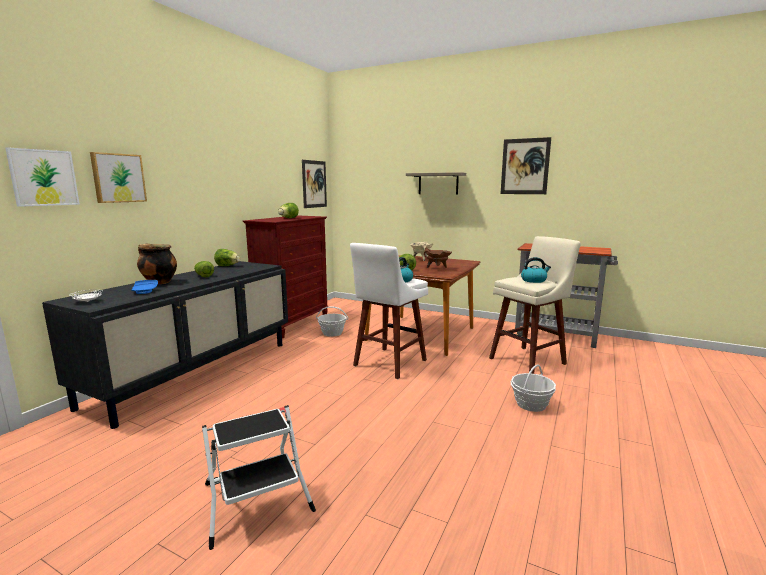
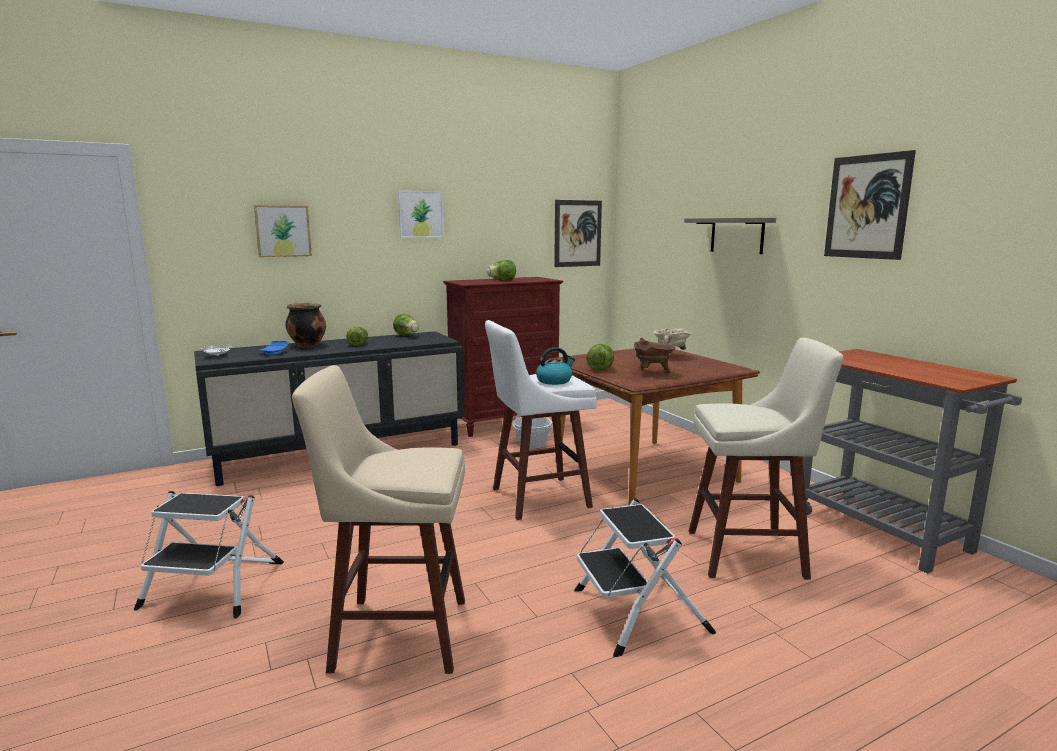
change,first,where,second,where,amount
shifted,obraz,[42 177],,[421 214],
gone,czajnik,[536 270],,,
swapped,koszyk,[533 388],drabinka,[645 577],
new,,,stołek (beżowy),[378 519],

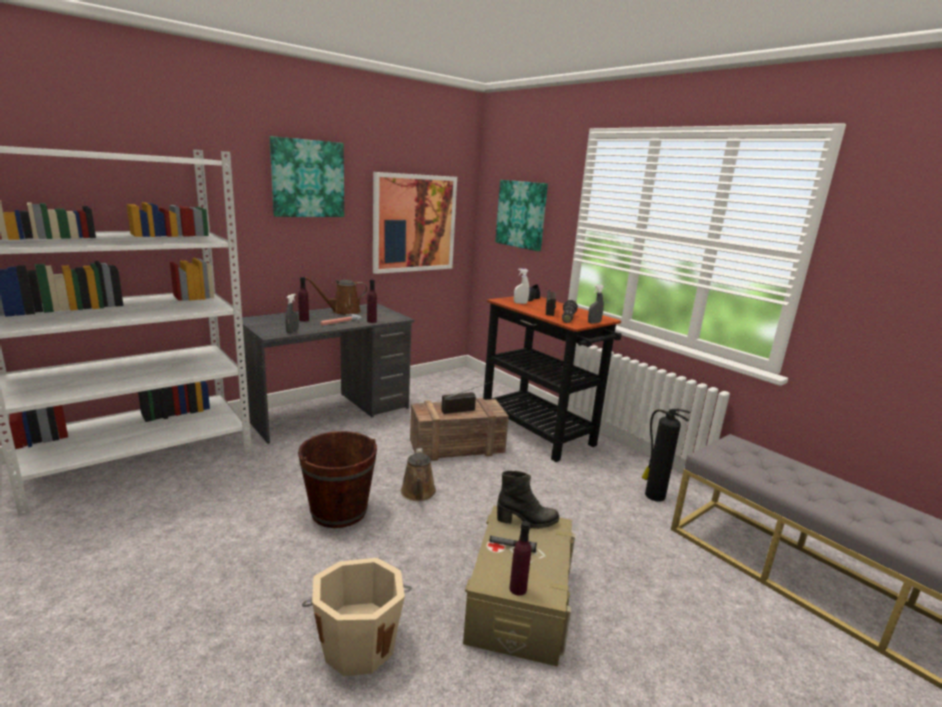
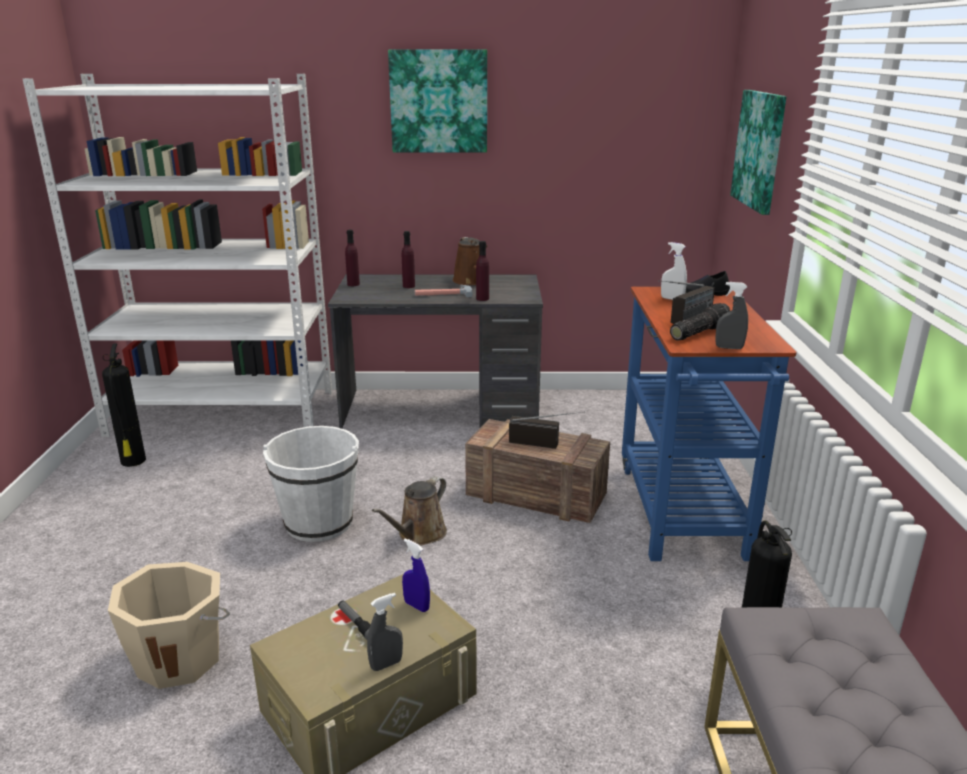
change,first,where,second,where,amount
gone,obraz,[415 223],,,
rotated,konewka (brązowy),[336 295],,[470 261],120 degrees counterclockwise
shifted,spryskiwacz (szary),[292 314],,[385 632],
repainted,wózek (czarny),[552 379],wózek (niebieski),[709 424],
repainted,wiadro (brązowy),[337 479],wiadro (biały),[311 484],
swapped,but z cholewką (czarny),[528 500],spryskiwacz (niebieski),[416 575],
shifted,butelka (fioletowy),[520 558],,[352 258],
new,,,gaśnica,[124 405],

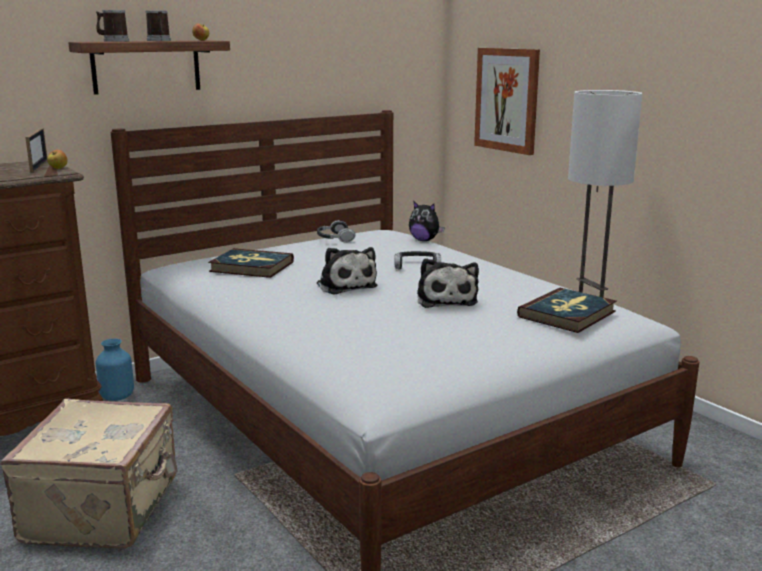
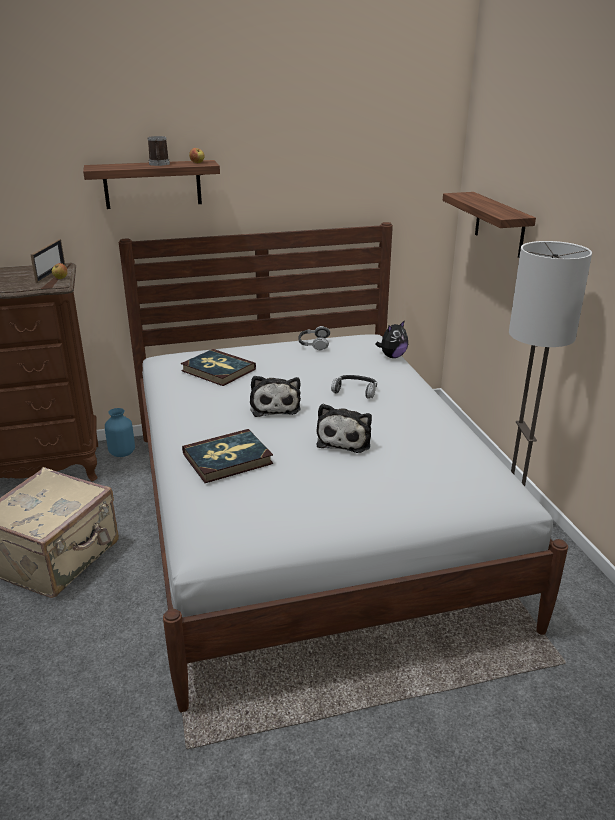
change,first,where,second,where,amount
gone,kubek,[112 26],,,
swapped,obraz,[507 101],półka,[489 225],
rotated,pluszak,[427 221],,[391 339],90 degrees counterclockwise
shifted,książka,[567 310],,[227 456],

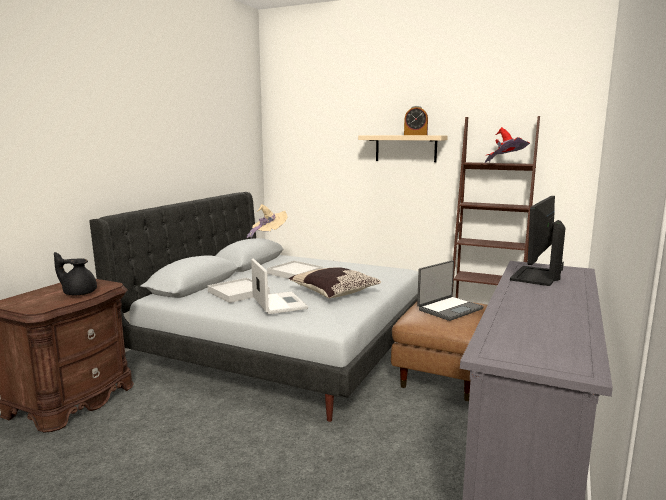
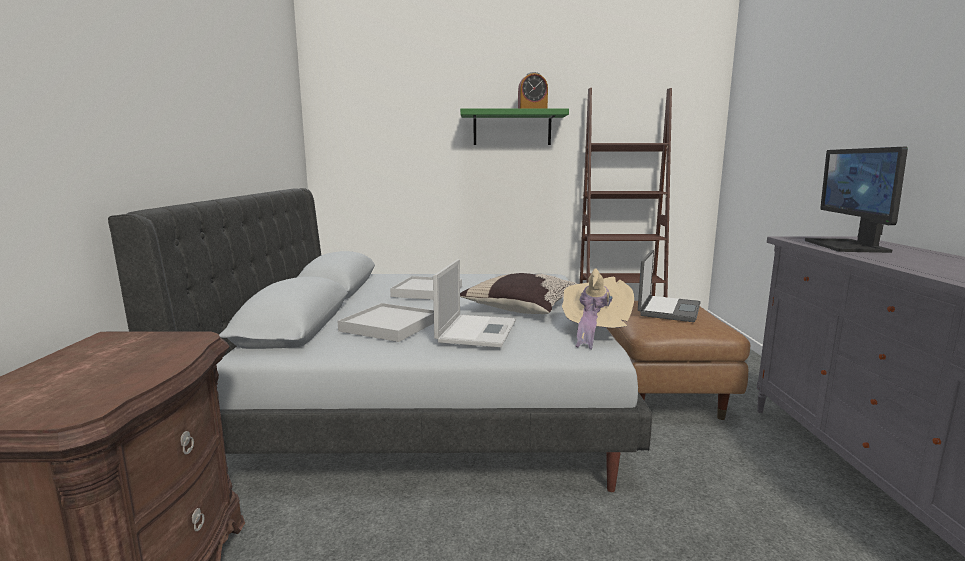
change,first,where,second,where,amount
gone,kapelusz (czerwony),[507 145],,,
repainted,półka (beżowy),[403 148],półka (zielony),[514 126],
shifted,kapelusz (beżowy),[267 221],,[598 308],
gone,imbryk (czarny),[75 274],,,
rotated,laptop,[279 286],,[474 303],60 degrees clockwise

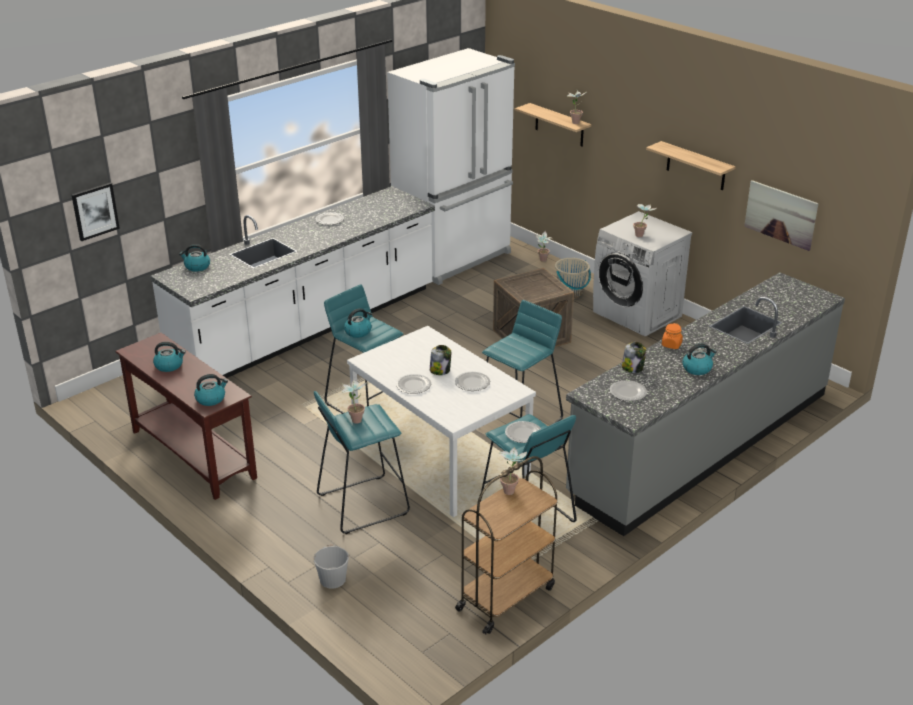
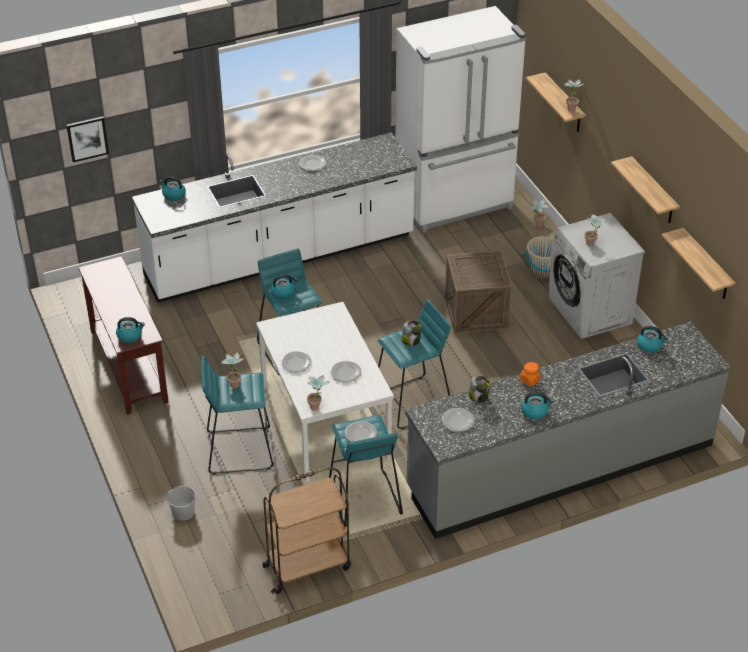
change,first,where,second,where,amount
swapped,obraz,[781 215],półka,[698 263],
shifted,czajnik,[169 357],,[652 339],
shifted,słoik,[440 360],,[411 333],
shifted,roślina doniczkowa,[513 471],,[318 393],

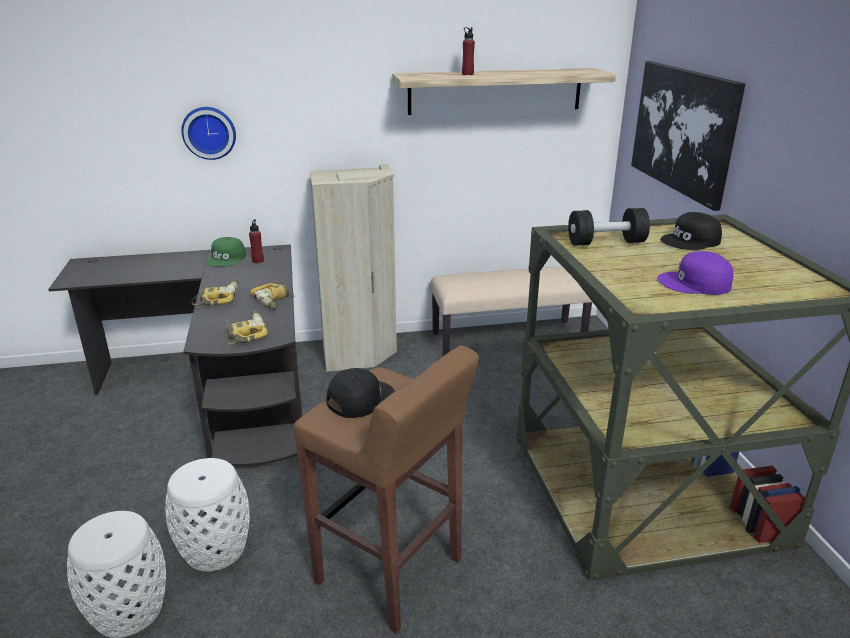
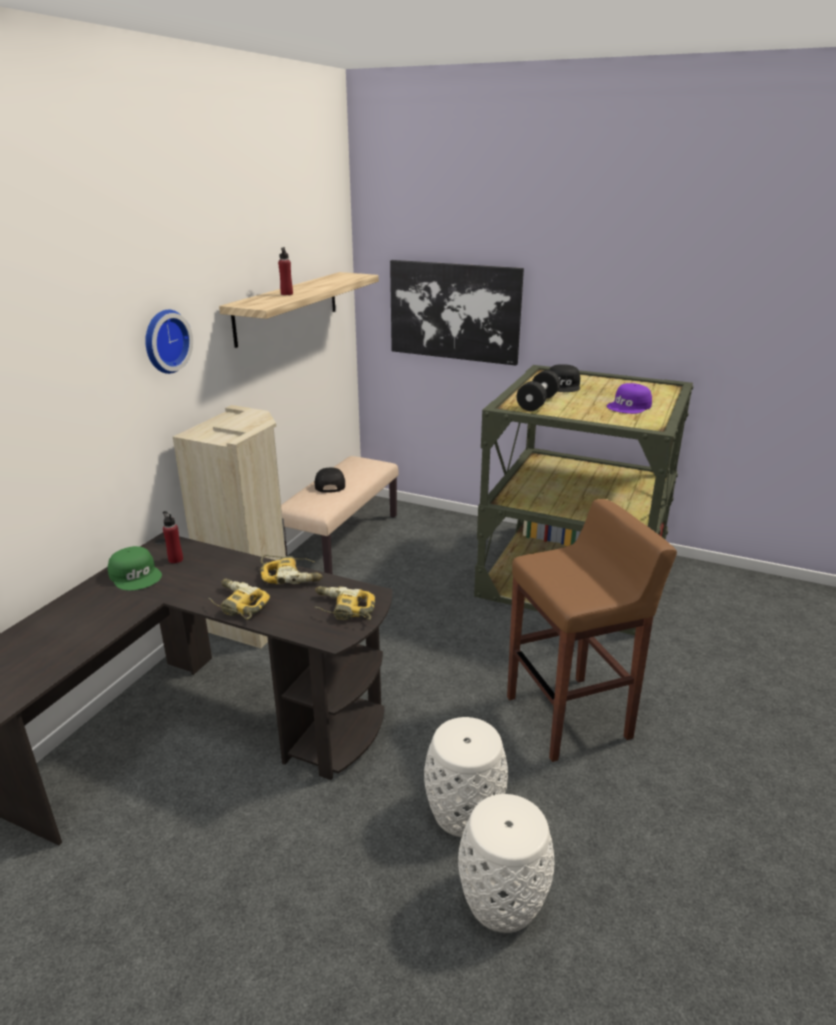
change,first,where,second,where,amount
shifted,zegar ścienny,[208 133],,[169 342],
shifted,czapka z daszkiem (czarny),[360 393],,[330 480],

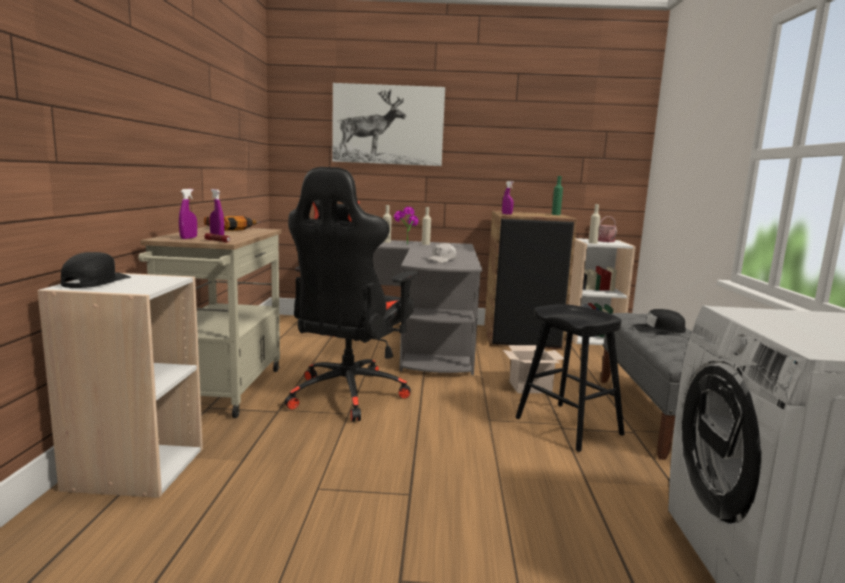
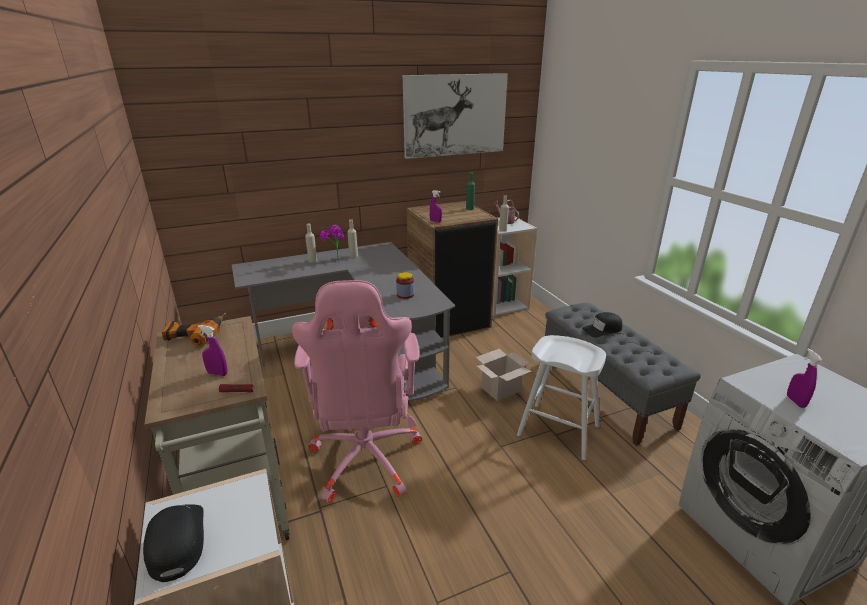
change,first,where,second,where,amount
shifted,obraz,[388 124],,[455 116],
repainted,krzesło biurowe (czarny),[351 294],krzesło biurowe (różowy),[357 391],
shifted,spryskiwacz (fioletowy),[188 214],,[804 378],
swapped,czapka z daszkiem (biały),[441 252],słoik,[405 285],
repainted,stołek (czarny),[570 378],stołek (biały),[561 397],

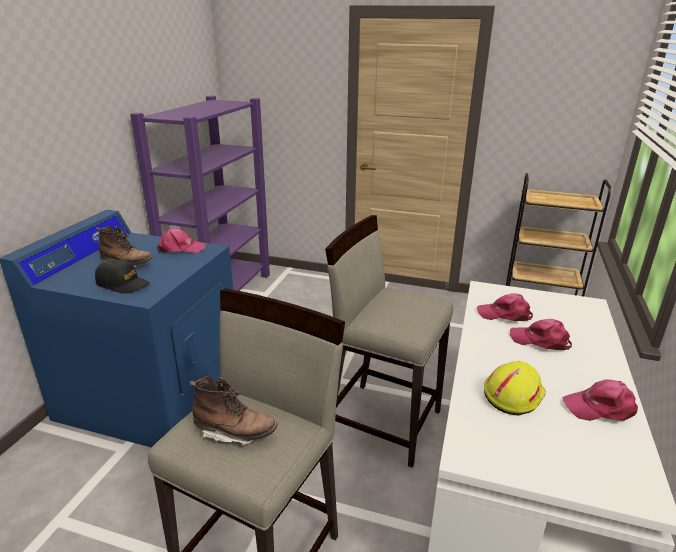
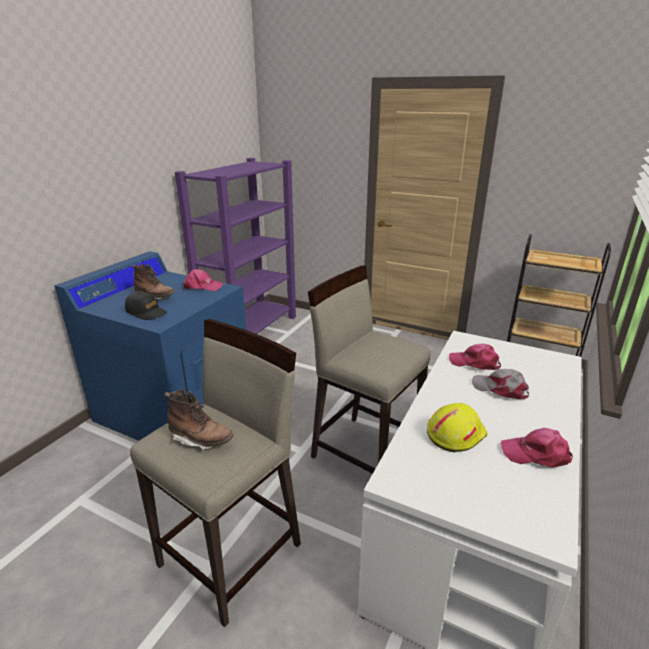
change,first,where,second,where,amount
repainted,czapka z daszkiem (różowy),[541 334],czapka z daszkiem (szary),[500 384],

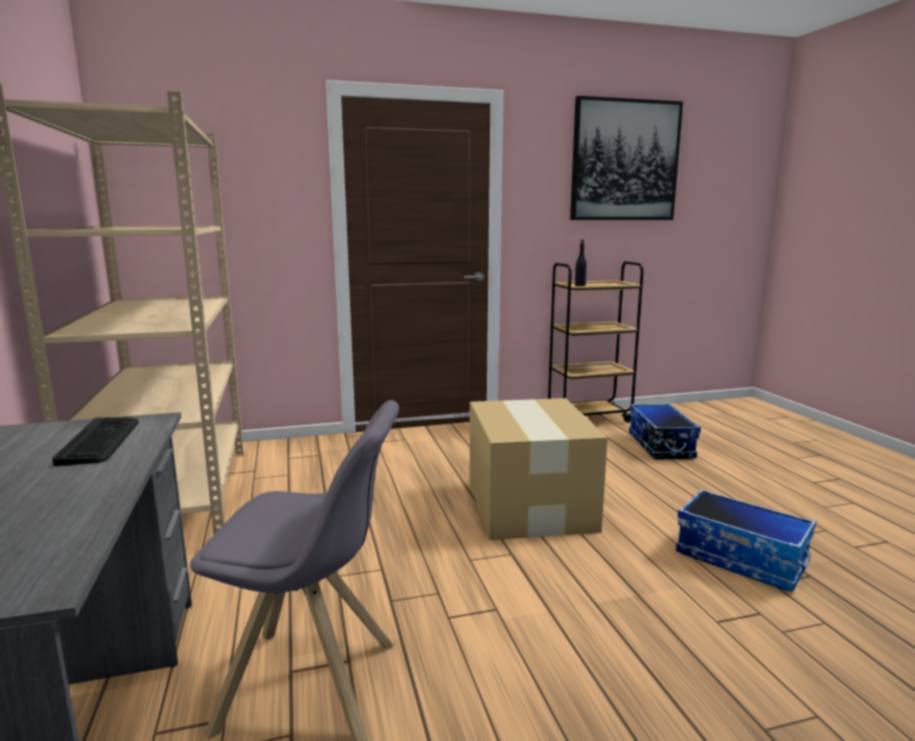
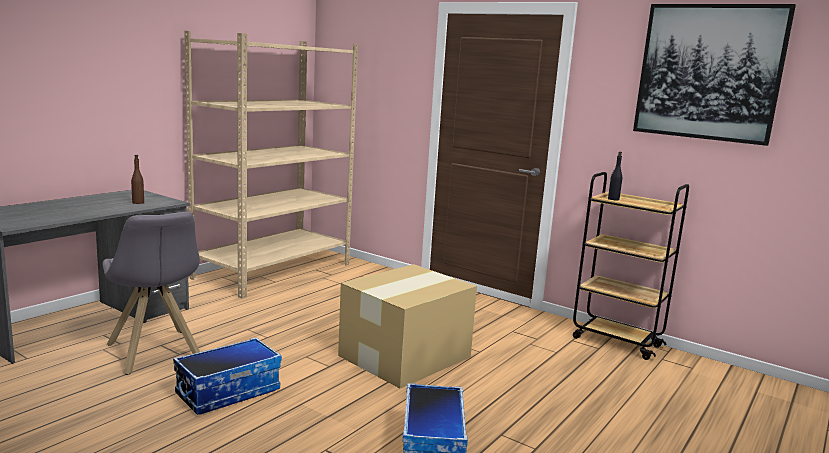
change,first,where,second,where,amount
shifted,pojemnik do przechowywania,[665 432],,[227 376],
swapped,klawiatura,[95 441],butelka (brązowy),[137 179],

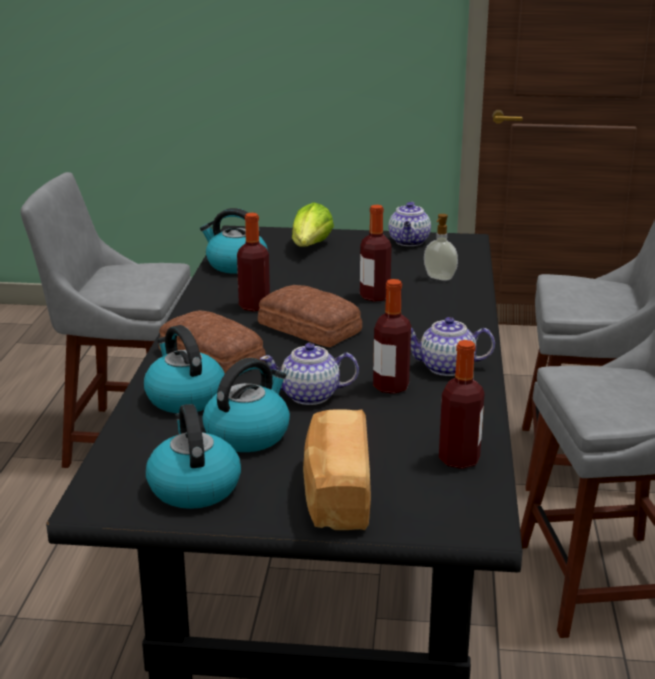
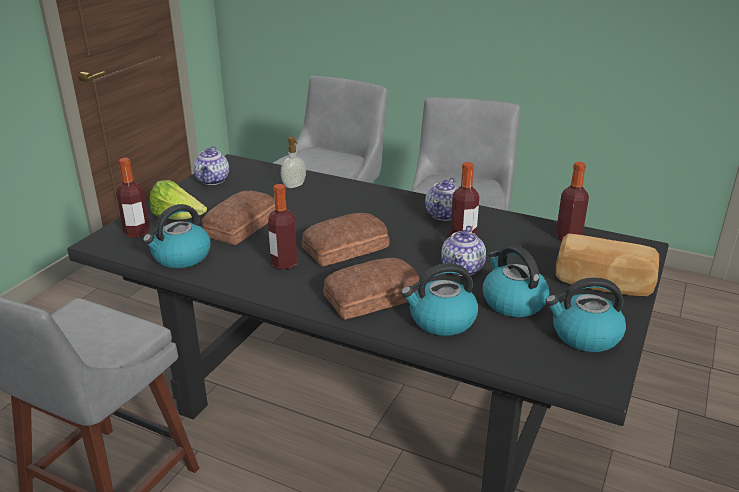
change,first,where,second,where,amount
rotated,imbryk,[409 224],,[211 165],60 degrees clockwise
shifted,butelka,[376 253],,[133 198],
new,,,chleb,[238 218],

